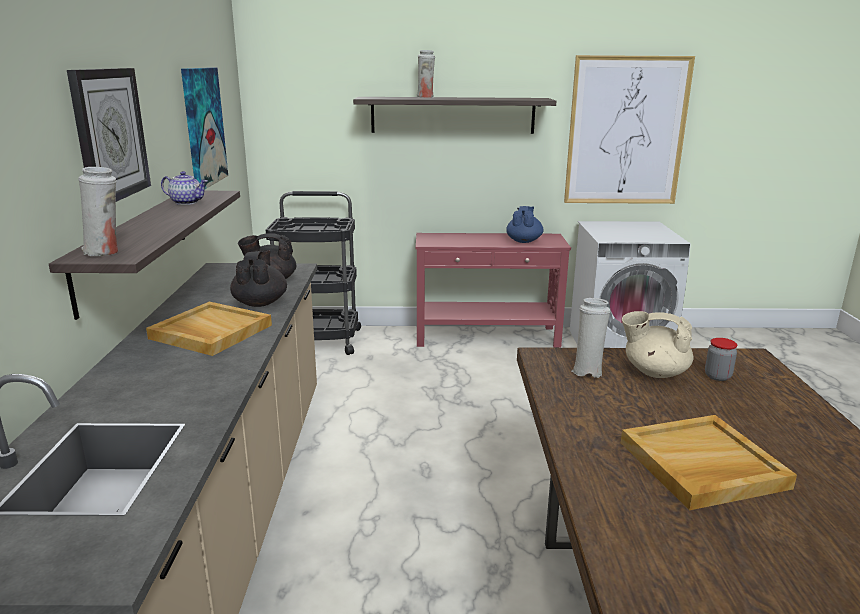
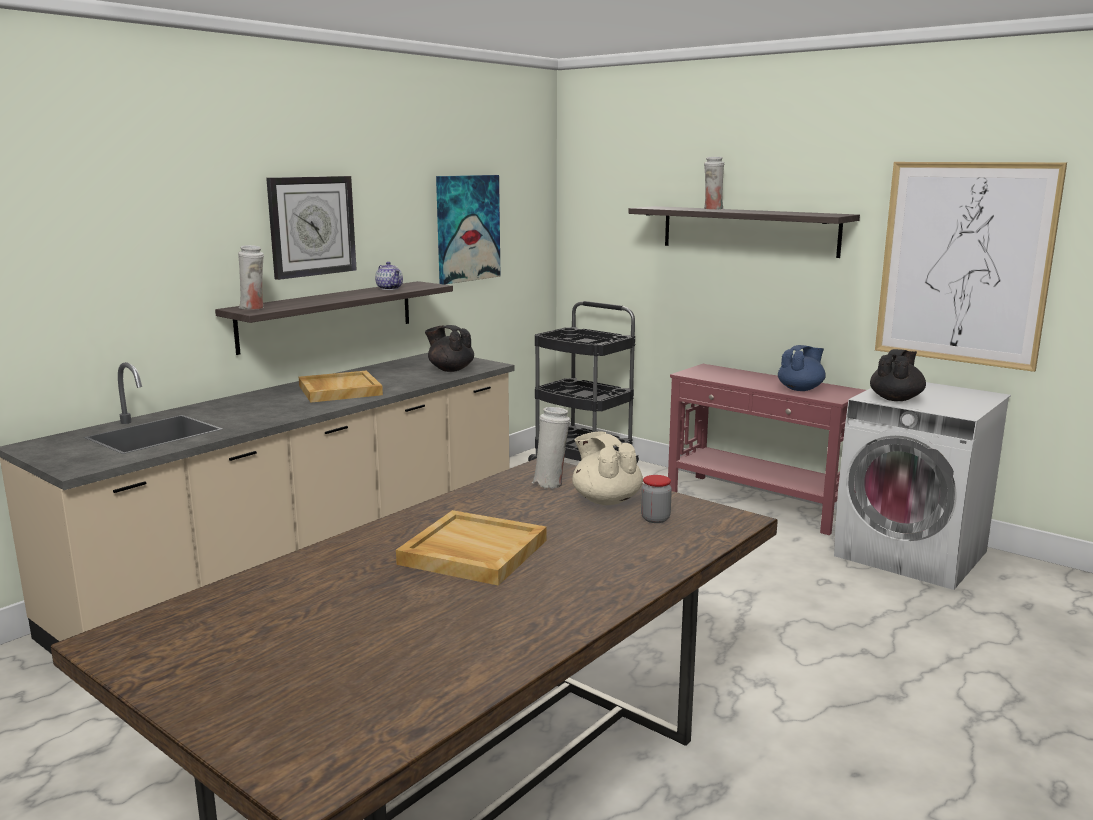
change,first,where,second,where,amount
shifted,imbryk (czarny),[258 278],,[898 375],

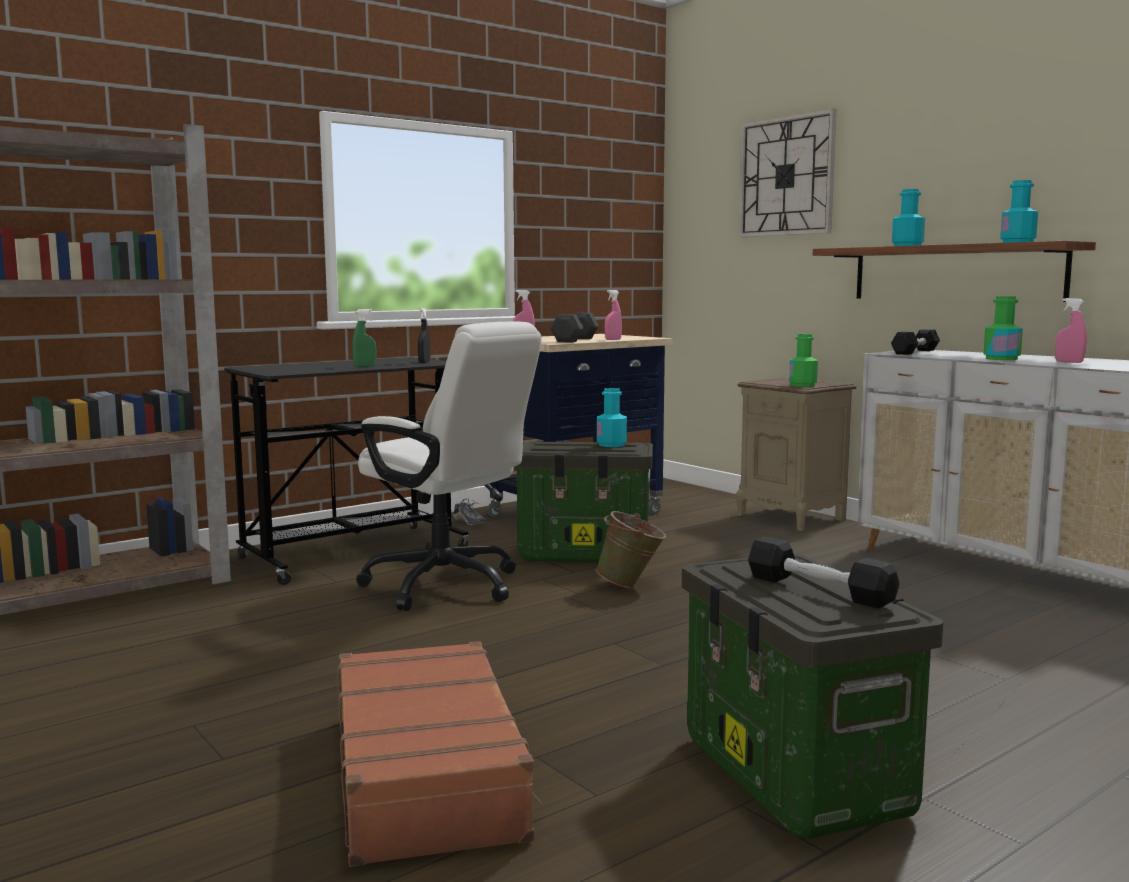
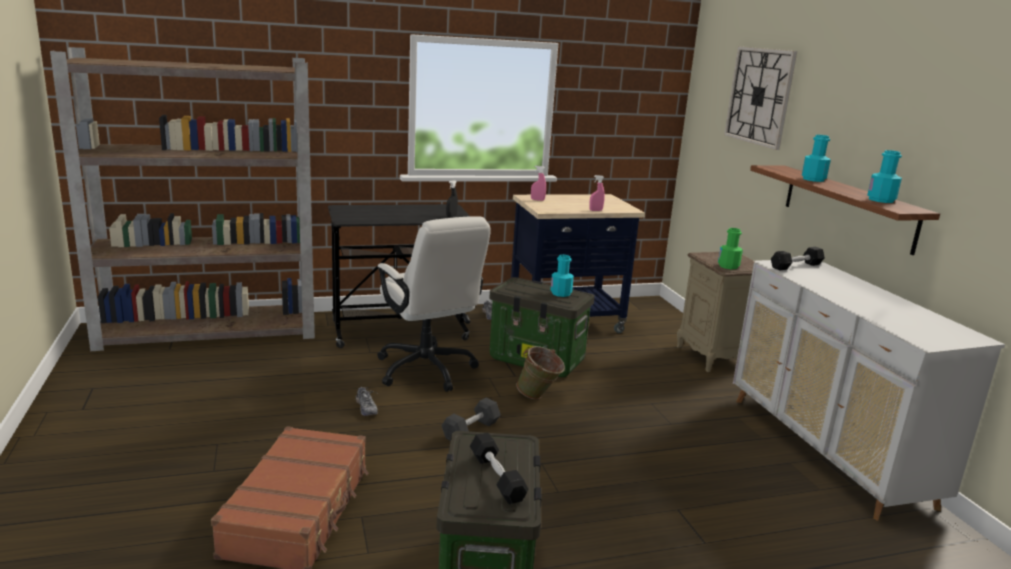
change,first,where,second,where,amount
gone,butelka (zielony),[1003 328],,,
gone,spryskiwacz (różowy),[1071 330],,,
gone,spryskiwacz (zielony),[364 338],,,
shifted,hantel (czarny),[574 328],,[471 419],
new,,,but,[366 401],

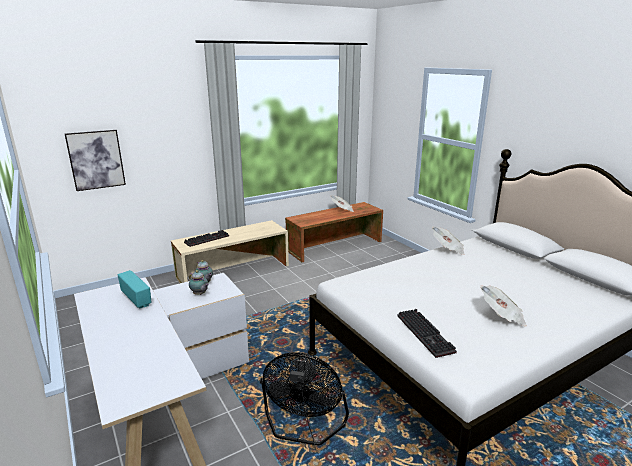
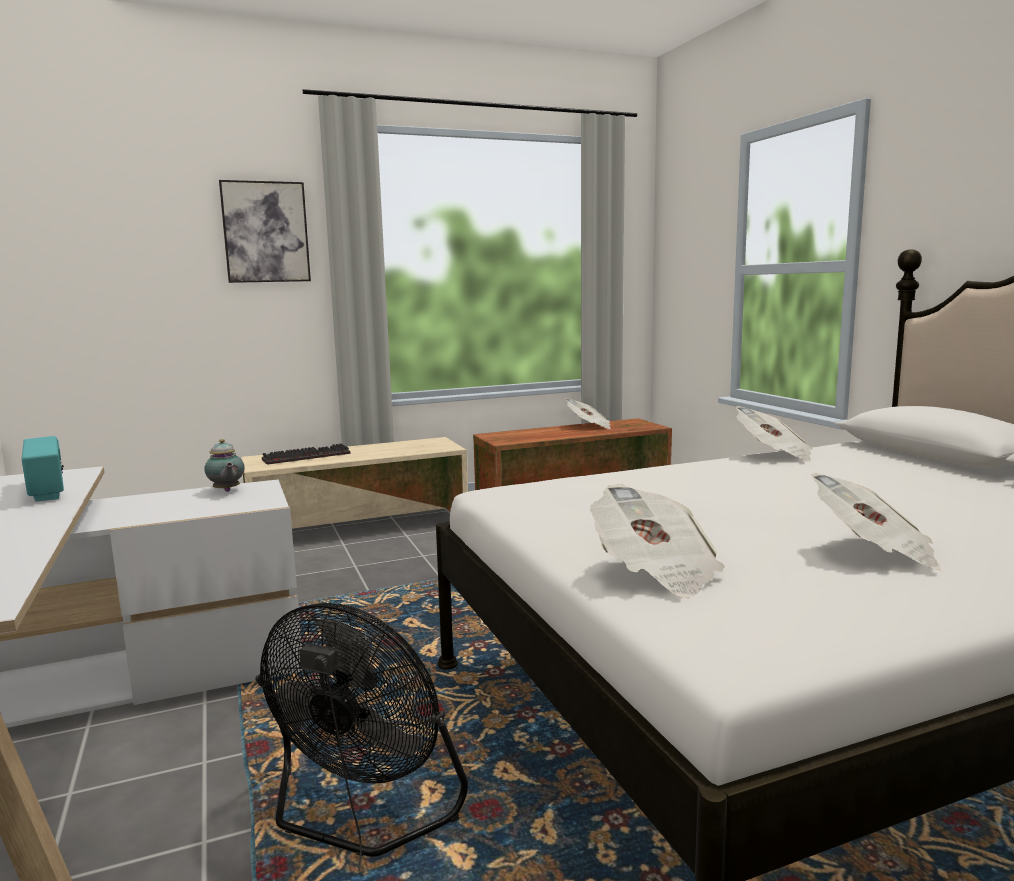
change,first,where,second,where,amount
shifted,obraz,[95 160],,[265 231],
gone,imbryk,[199 282],,,
swapped,klawiatura,[427 333],gazeta,[657 541],

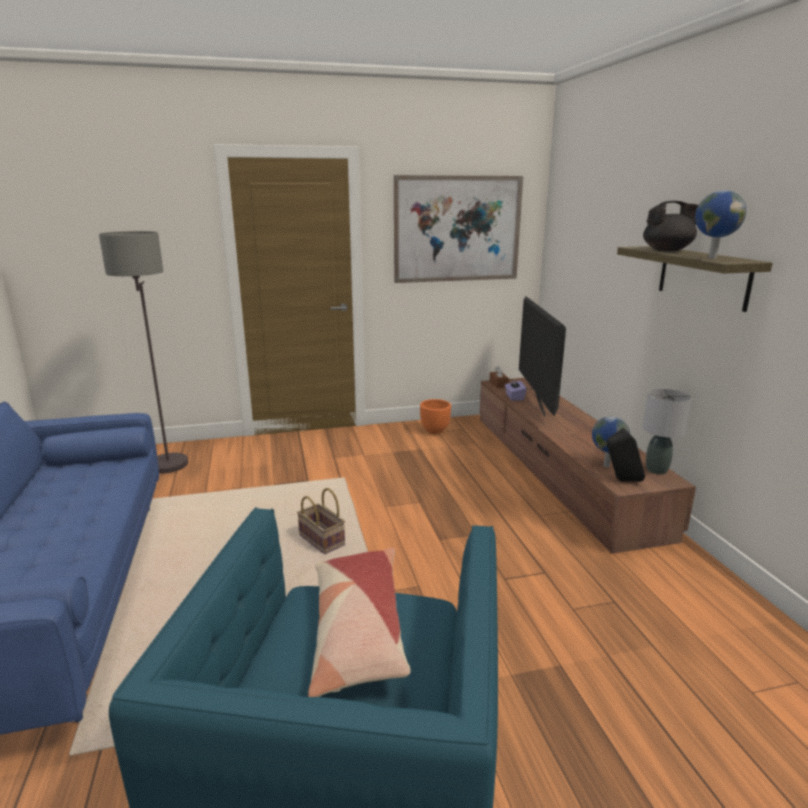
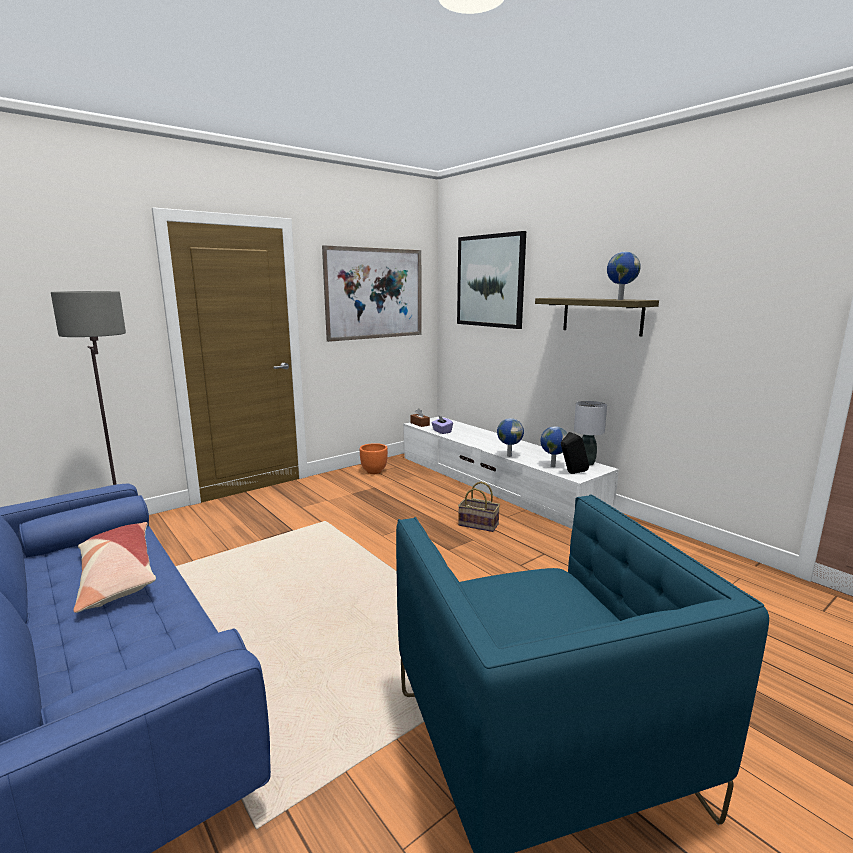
change,first,where,second,where,amount
gone,imbryk (czarny),[671 226],,,
gone,telewizor,[542 356],,,
repainted,szafka pod telewizor (brązowy),[588 466],szafka pod telewizor (biały),[511 473],
shifted,koszyk,[321 521],,[479 507],
shifted,poduszka,[359 622],,[114 567],
new,,,obraz,[491 280],
new,,,globus,[510 437],

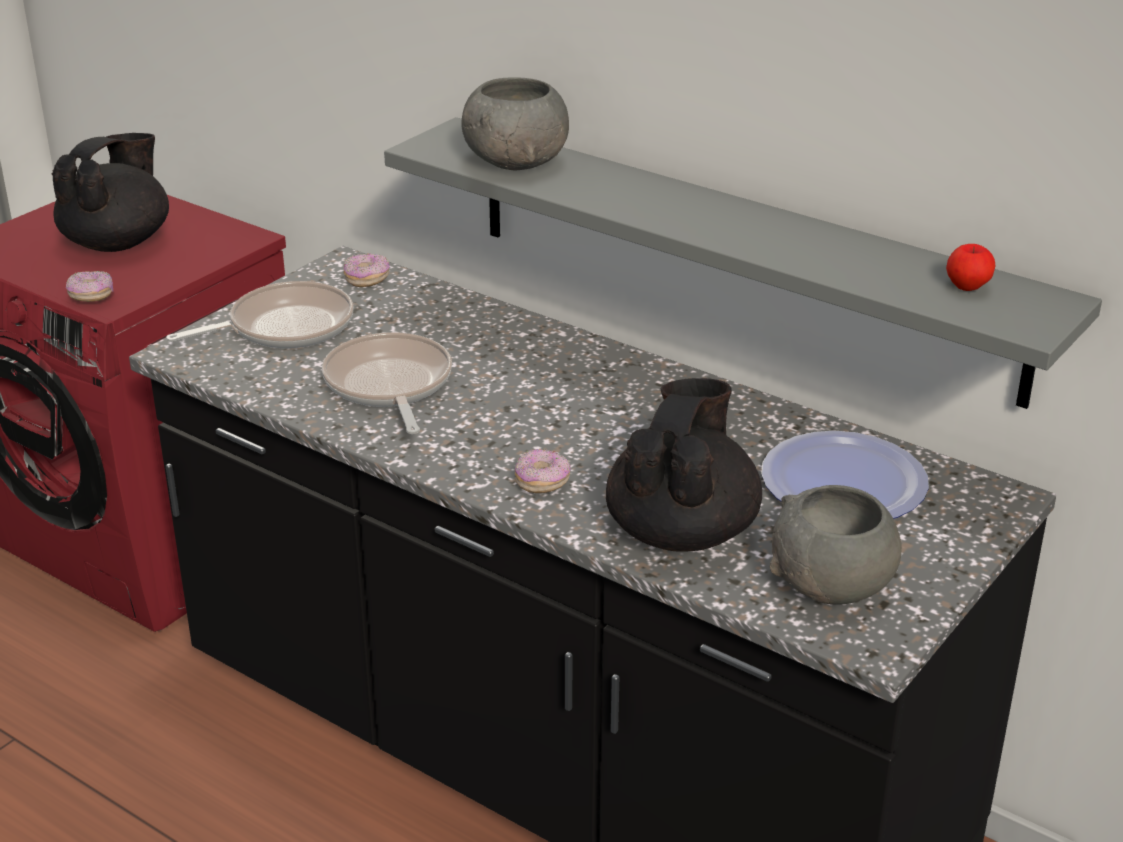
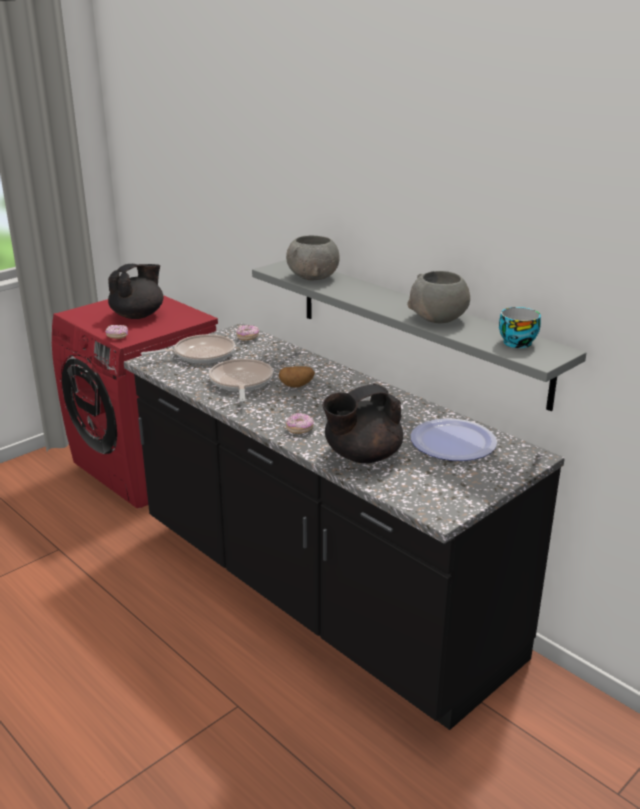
change,first,where,second,where,amount
swapped,jabłko,[970 267],filiżanka,[520 327],
rotated,imbryk (czarny),[684 465],,[363 423],150 degrees counterclockwise
shifted,miska (szary),[836 545],,[438 297],
new,,,ziemniak,[297 377],

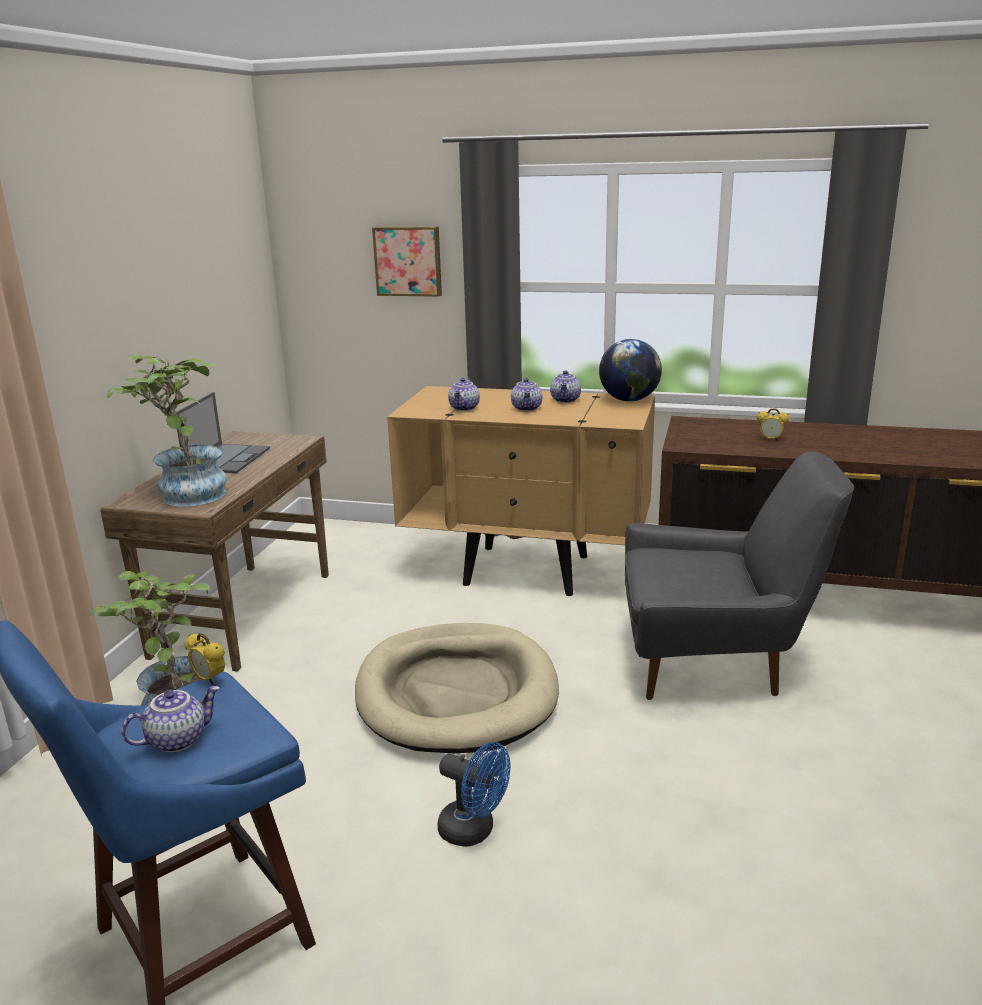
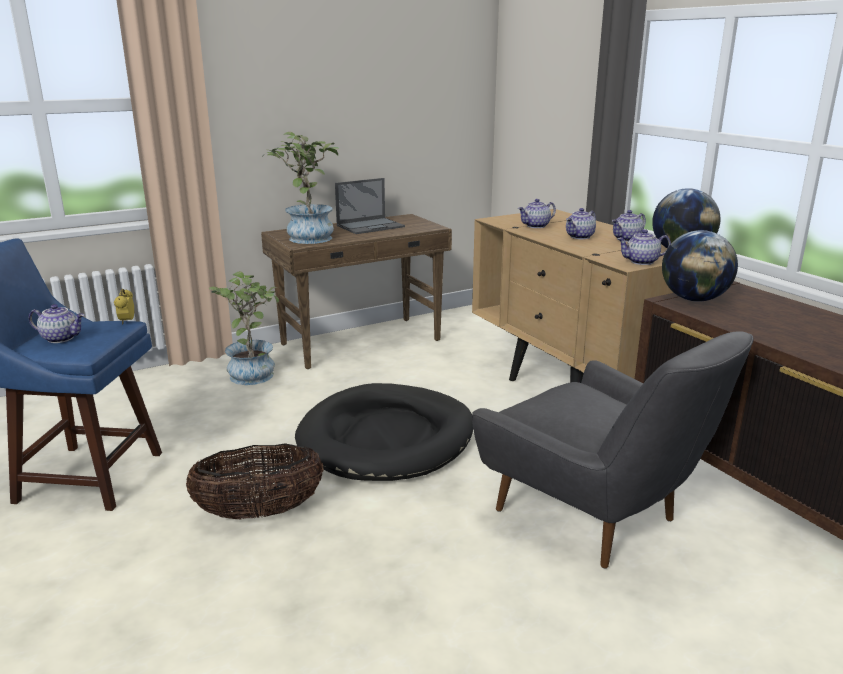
change,first,where,second,where,amount
gone,obraz,[407 261],,,
gone,budzik,[773 424],,,
repainted,legowisko (beżowy),[457 688],legowisko (czarny),[384 432],
swapped,wentylator (niebieski),[473 794],koszyk,[255 481],
new,,,imbryk,[644 247],
new,,,globus,[700 266],

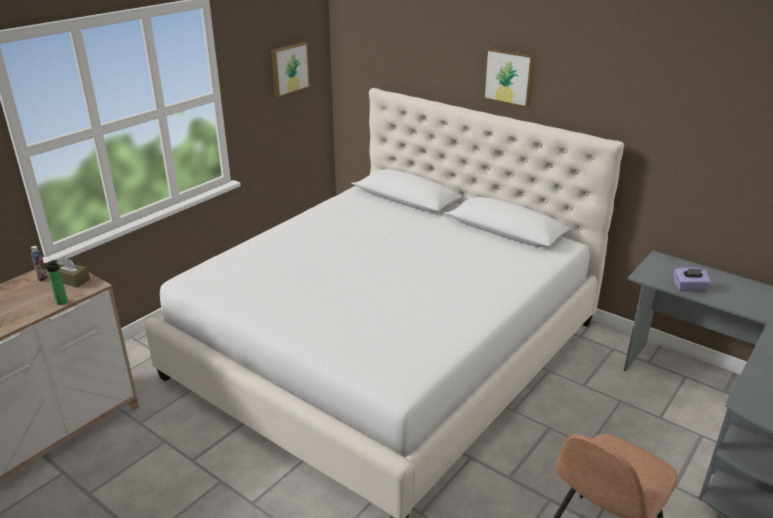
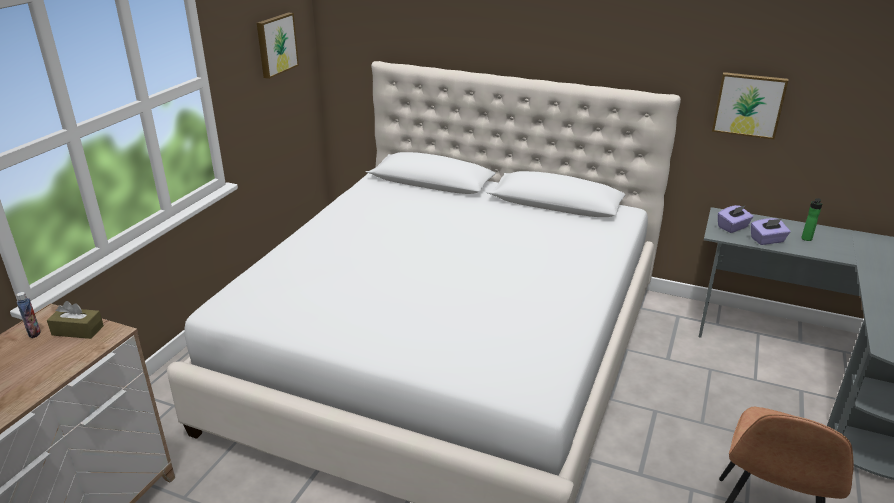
change,first,where,second,where,amount
shifted,obraz,[509 78],,[750 106],
shifted,butelka,[54 282],,[811 219],
new,,,pudełko chusteczek (fioletowy),[735 219],

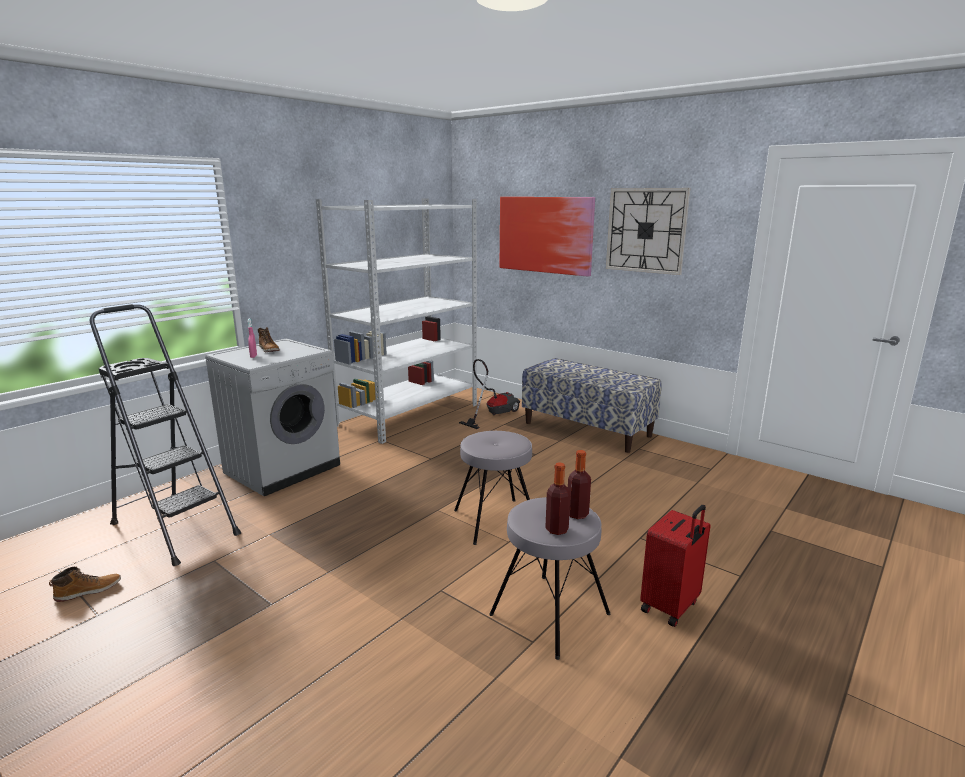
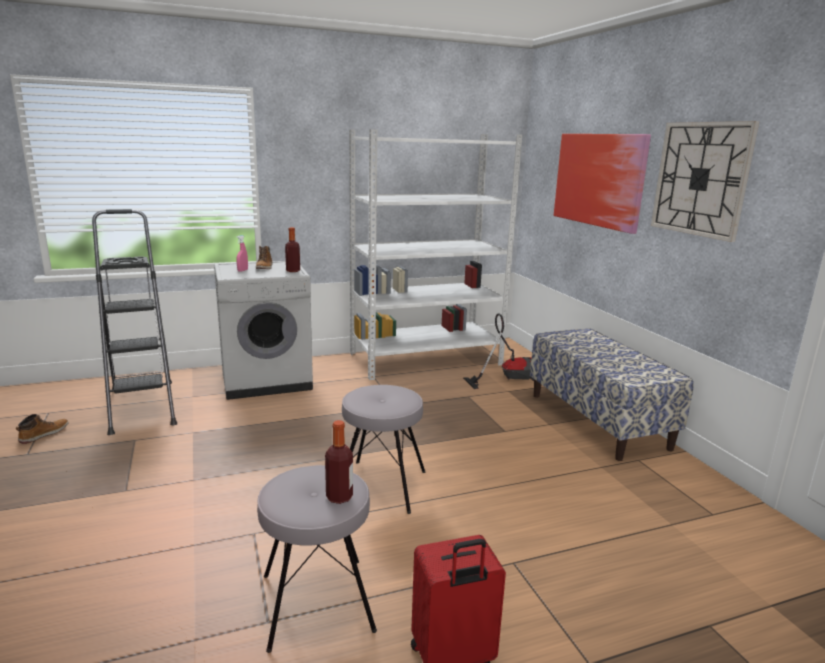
change,first,where,second,where,amount
shifted,butelka,[558 498],,[292 249],
rotated,but z cholewką,[85 584],,[42 429],60 degrees counterclockwise

